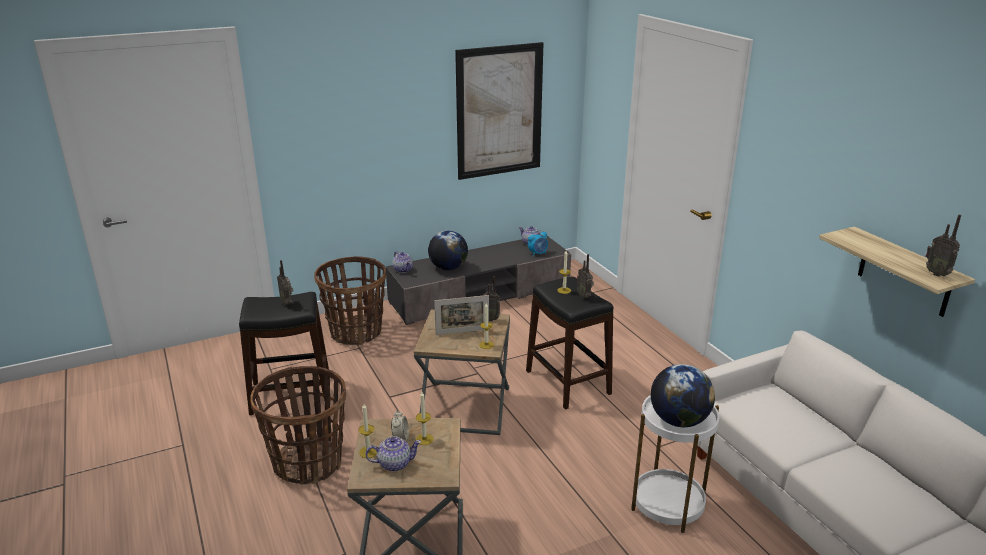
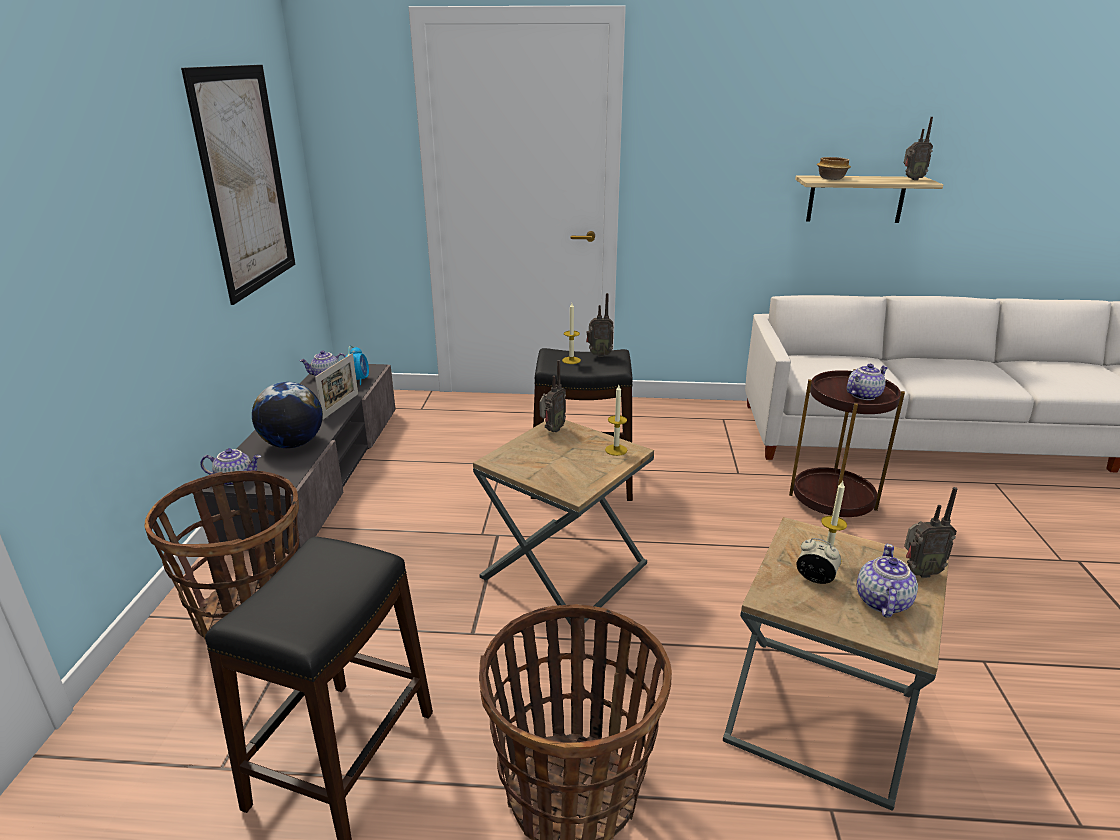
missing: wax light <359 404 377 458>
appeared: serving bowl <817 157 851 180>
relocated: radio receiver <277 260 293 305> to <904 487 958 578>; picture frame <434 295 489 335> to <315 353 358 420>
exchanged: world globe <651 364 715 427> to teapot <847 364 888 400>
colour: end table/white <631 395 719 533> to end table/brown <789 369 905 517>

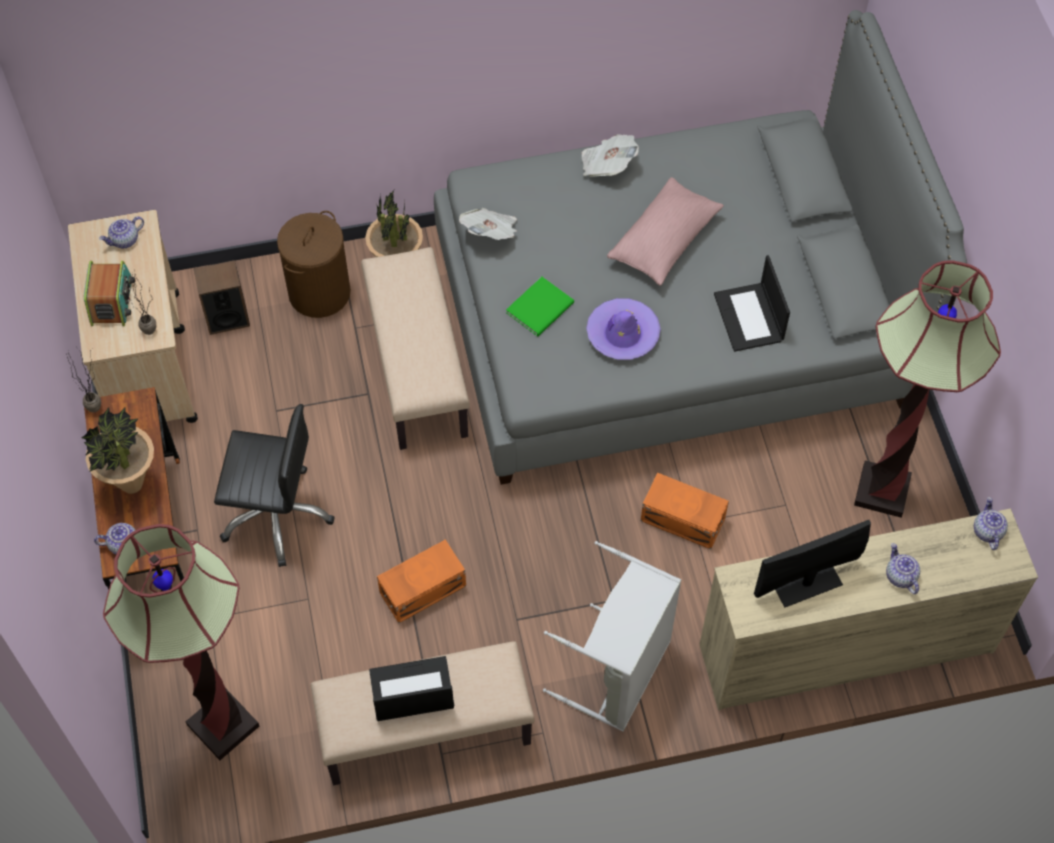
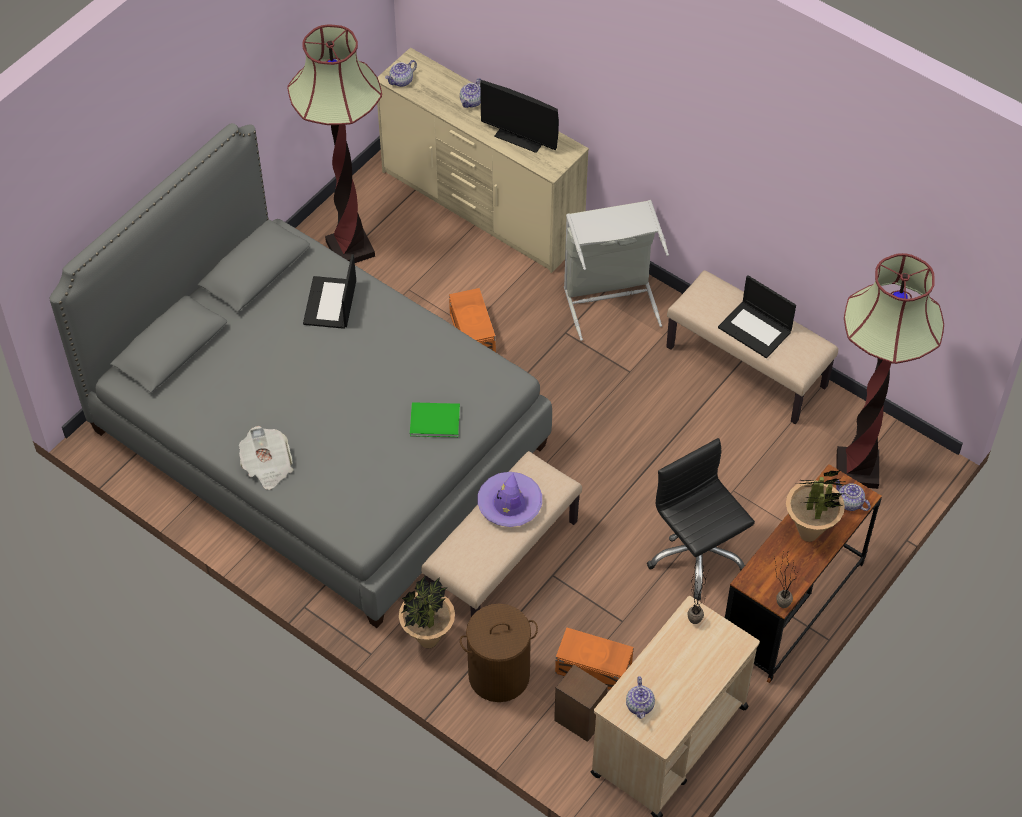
missing: radio receiver <84 261 135 326>; newspaper <459 208 517 240>; throw pillow/pink-coloured <607 177 724 286>
relocated: storage box/orangey <377 540 466 623> to <555 628 634 690>; wearable hat/purplish <586 298 661 360> to <477 472 542 527>
spun: teapot <99 216 144 248> = <626 676 655 719> 75 degrees clockwise; notebook computer <714 255 790 352> = <303 254 356 329> 150 degrees clockwise

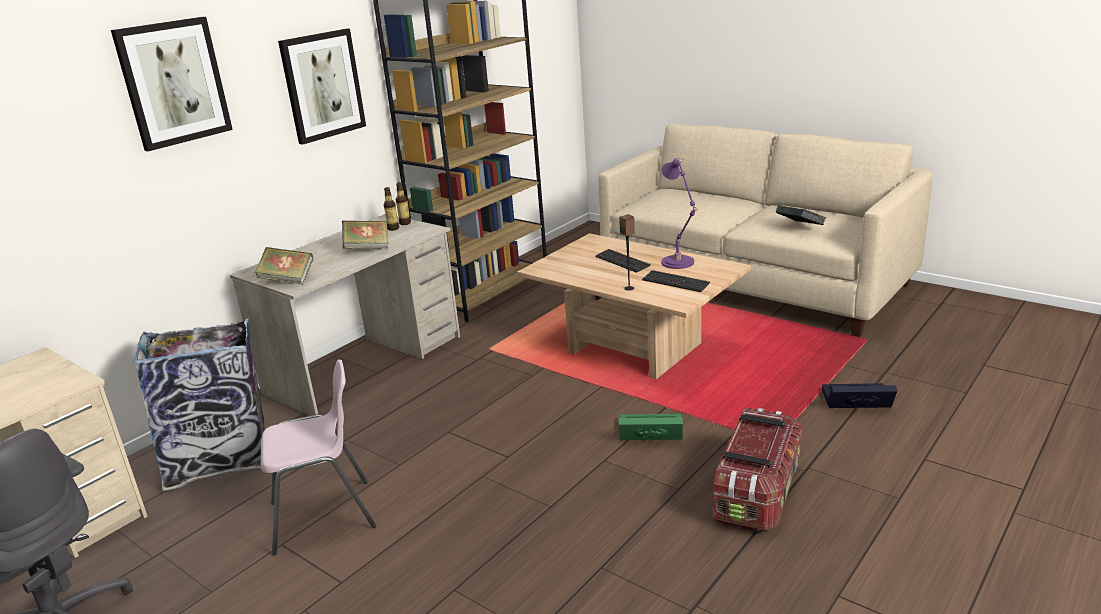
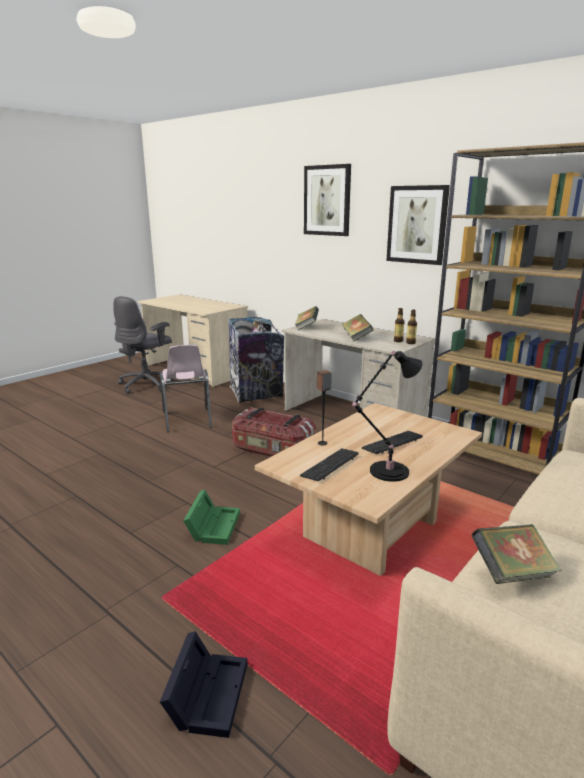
relocated: storage box <714 407 803 531> to <232 407 316 457>
colour: tabletop lamp/purplish <661 158 699 269> to tabletop lamp/black <352 351 422 482>

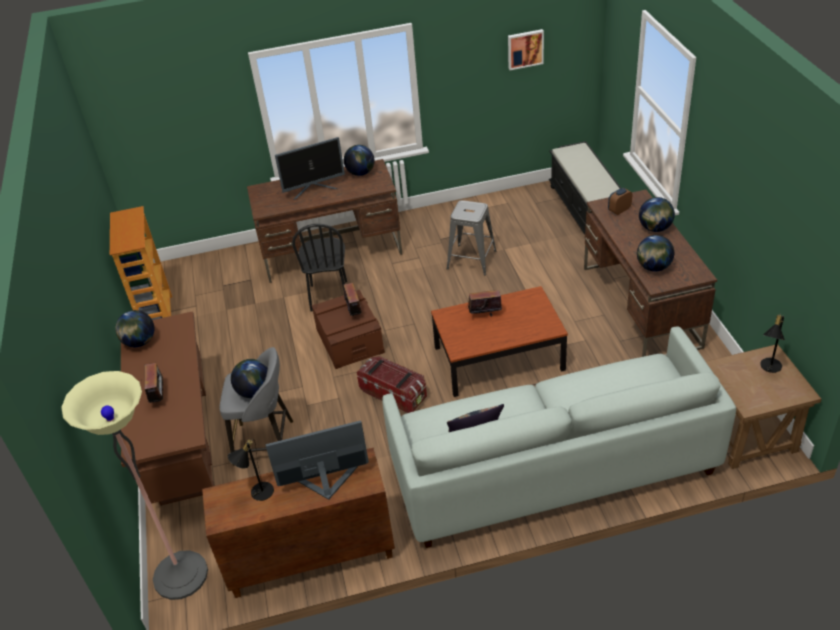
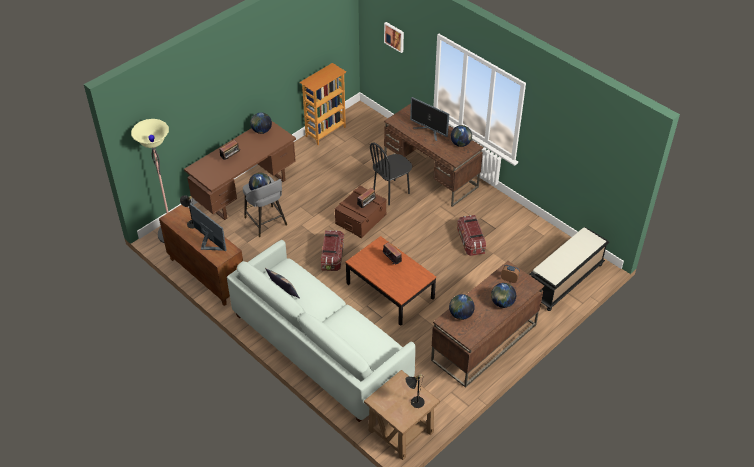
relocated: wall picture <508 29 544 70> to <384 22 404 53>
exchanged: sitting stool/grey <447 200 496 275> to storage box <457 215 486 256>

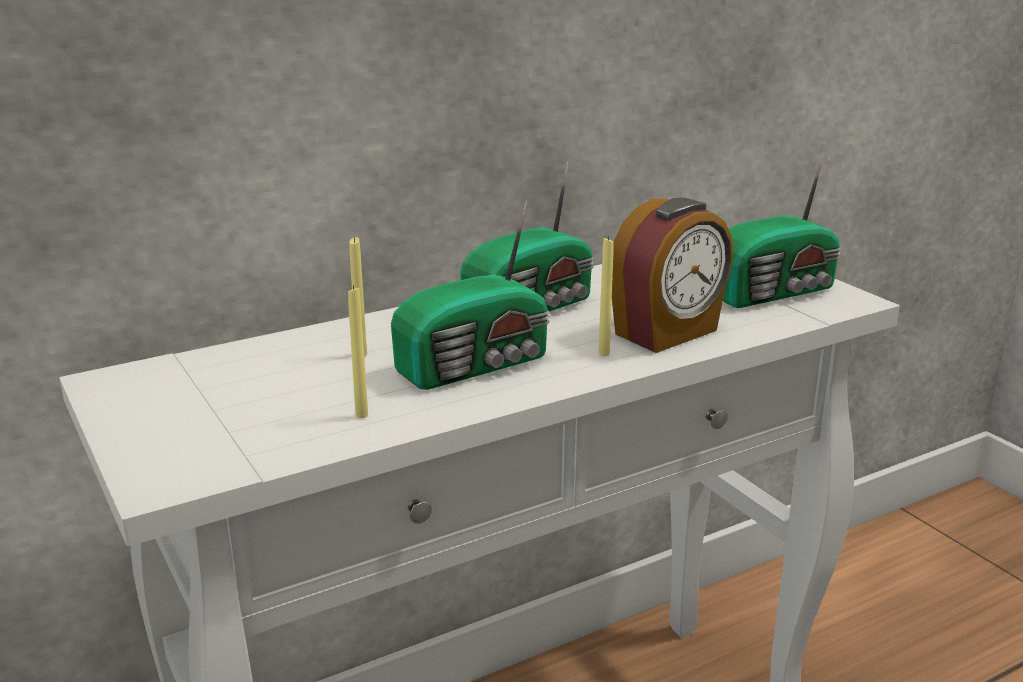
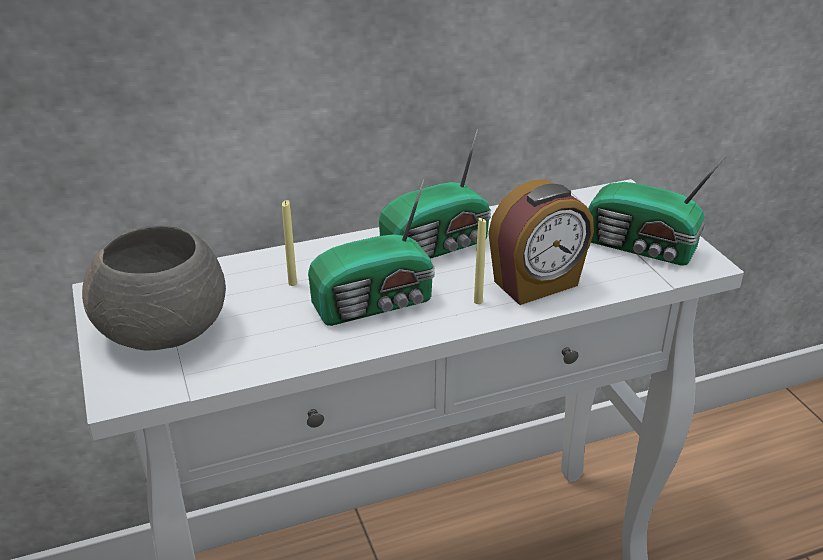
missing: wax light/yellow-coloured <348 285 368 418>
appeared: serving bowl/grey <82 225 226 351>
spun: radio receiver <723 152 841 308> = <588 155 727 266> 45 degrees clockwise

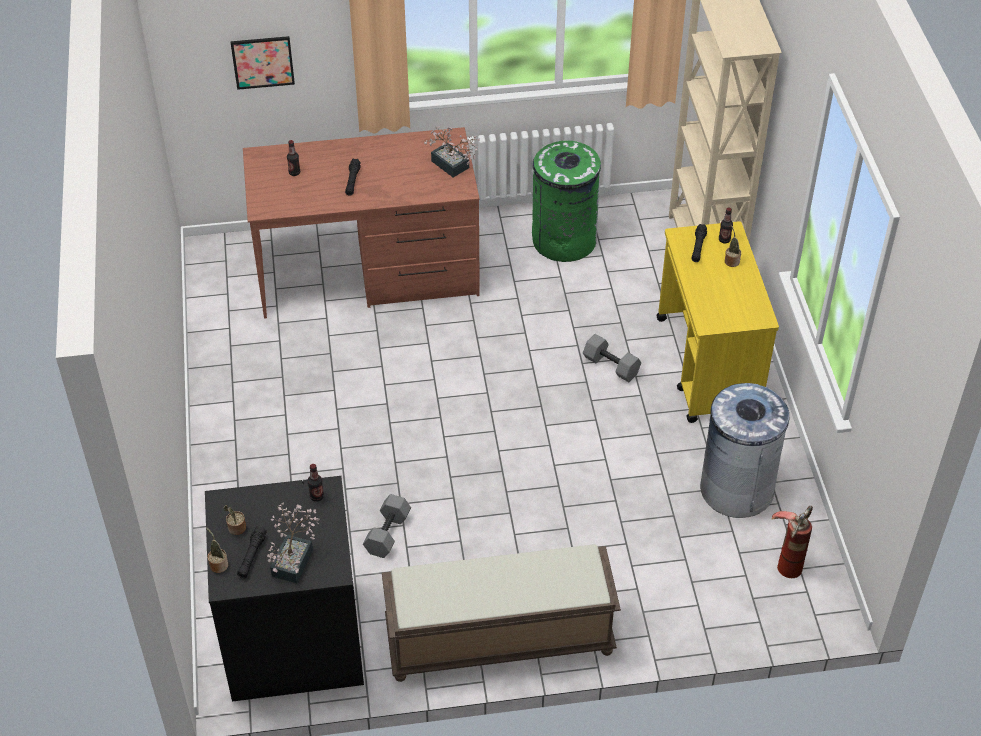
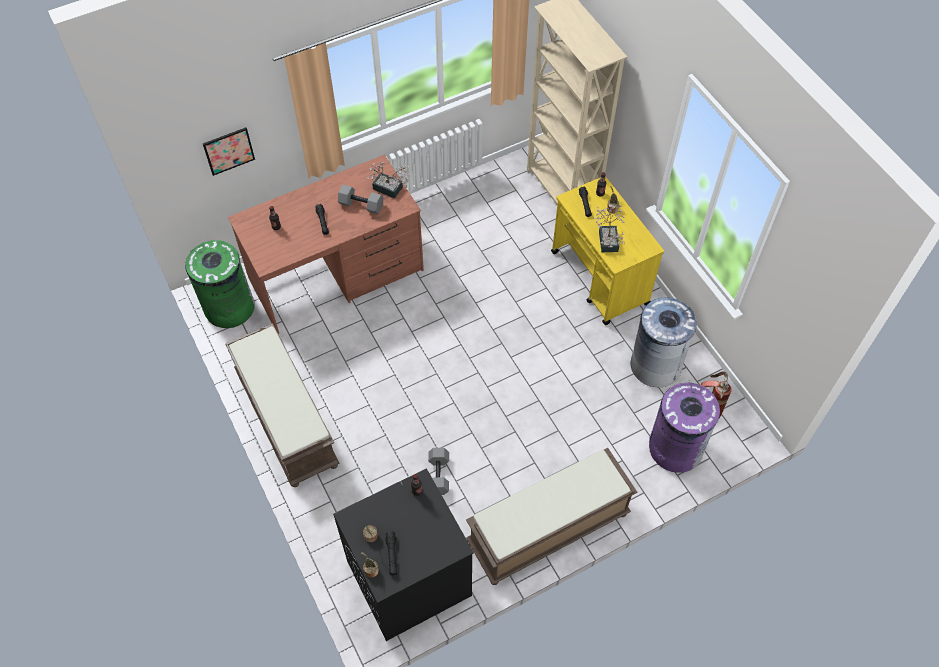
appeared: indoor bench/brown <225 323 339 487>; rubbish bin/purplish <649 383 720 473>
relocated: plant in a pot <267 502 320 583> to <594 205 625 252>; rubbish bin/green <532 141 601 262> to <185 240 255 328>; hand weight/grey <583 334 641 382> to <338 185 383 214>

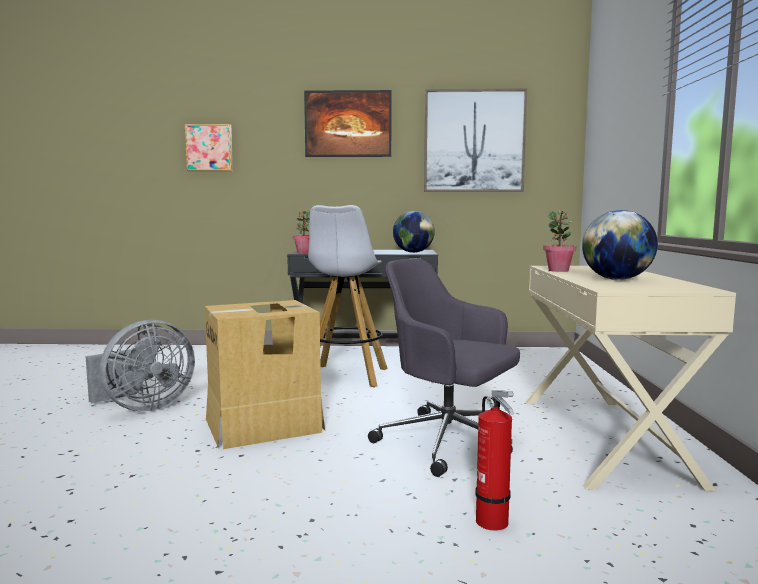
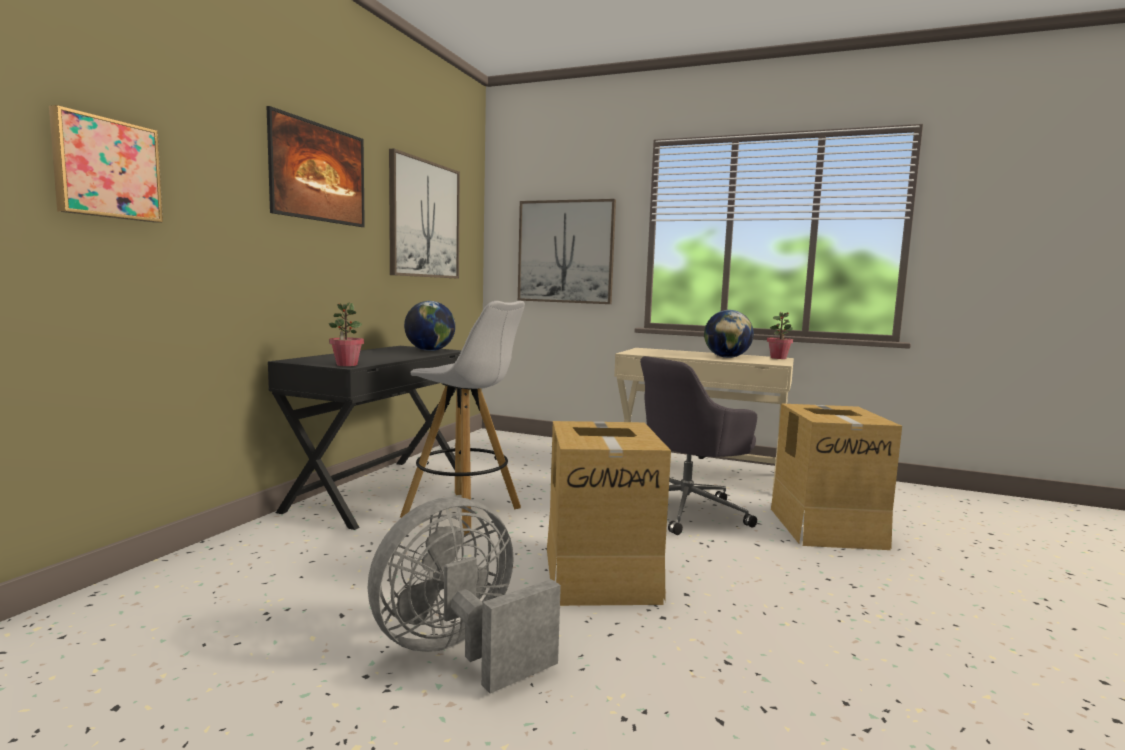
appeared: wall picture <518 199 616 304>
relocated: plant in a pot <543 210 576 272> to <767 311 793 359>
exchanged: extinguisher <475 390 514 531> to packing box <771 403 902 550>
spun: cooling fan/grey <85 320 195 411> = <368 497 561 693> 105 degrees counterclockwise

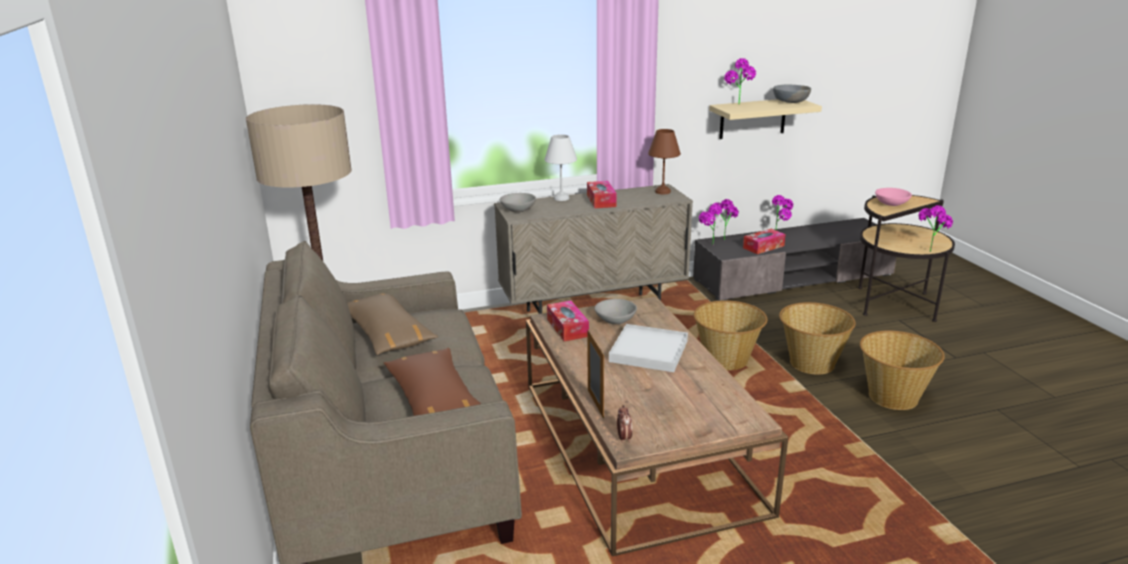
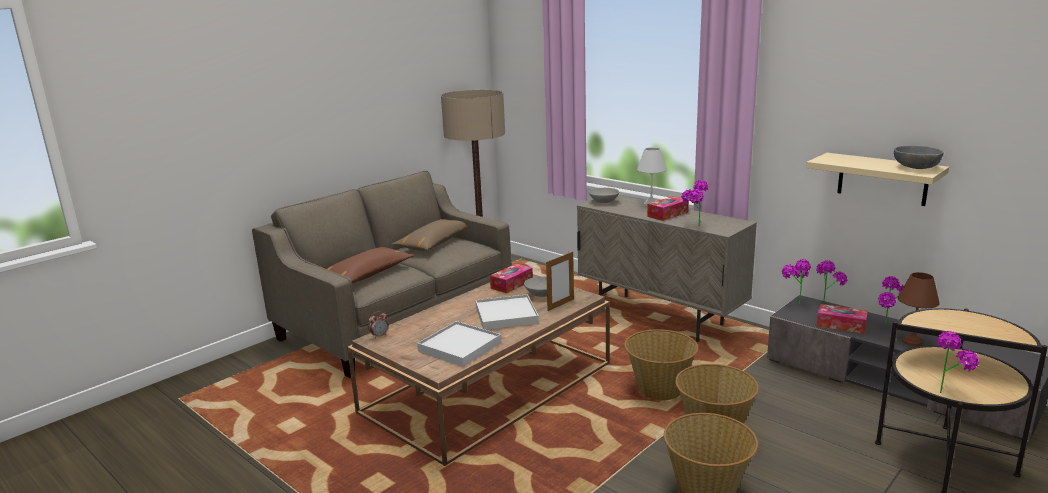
missing: serving bowl/pink-coloured <875 188 912 206>
appeared: carrying tray/white <417 321 501 367>
relocated: picture frame <587 330 604 418> to <546 251 574 311>; tabletop lamp/brown <648 129 681 194> to <898 272 940 346>; plant in a pot <724 58 756 105> to <681 180 708 226>

